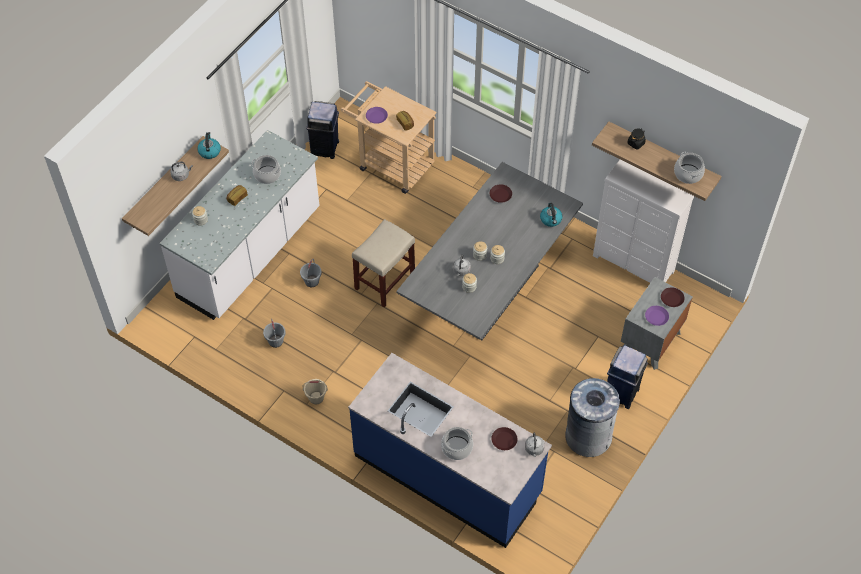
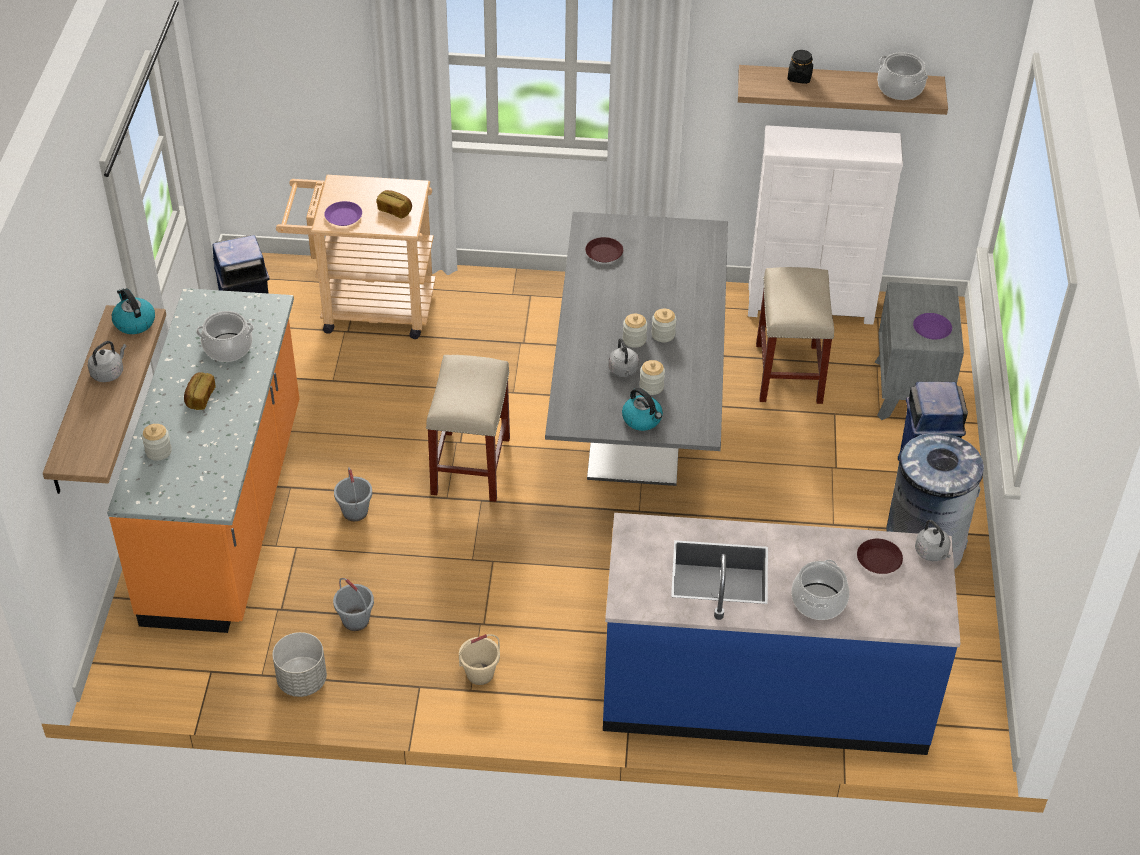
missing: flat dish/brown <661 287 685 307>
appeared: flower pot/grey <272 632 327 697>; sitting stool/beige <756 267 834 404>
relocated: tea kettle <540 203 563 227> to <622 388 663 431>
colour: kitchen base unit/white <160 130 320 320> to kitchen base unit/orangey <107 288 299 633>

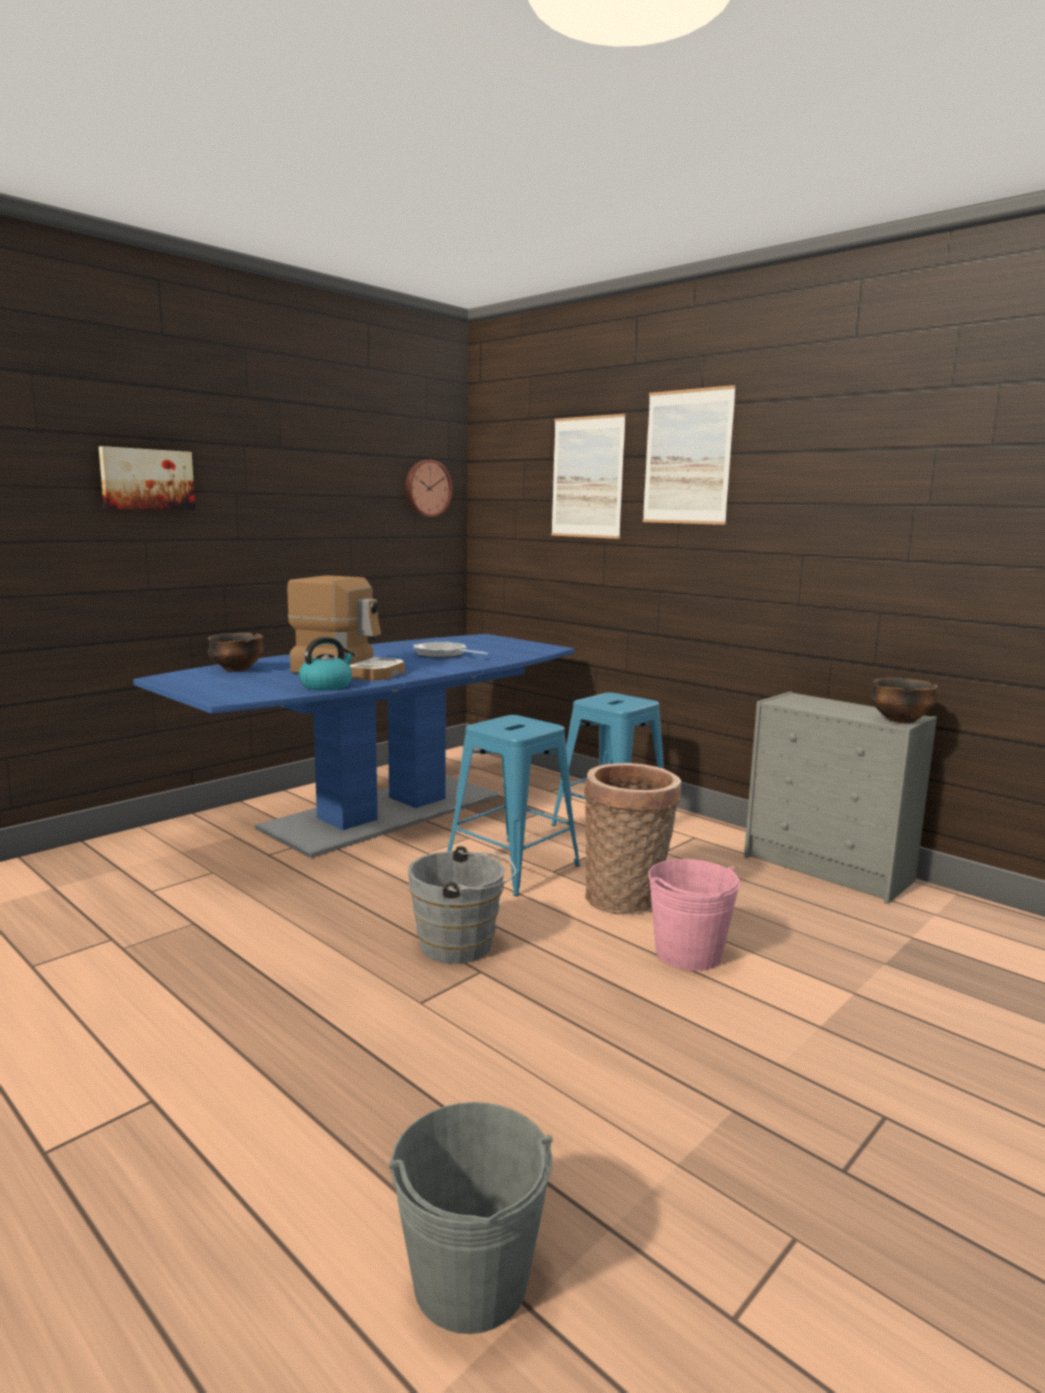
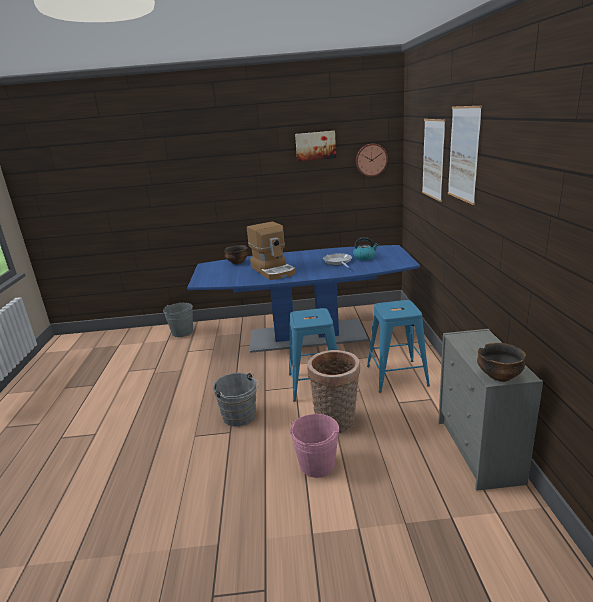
relocated: wall picture <99 446 195 510> to <295 131 336 161>; tea kettle <299 637 355 690> to <353 237 379 261>; water bucket/grey <389 1102 553 1334> to <163 303 193 337>

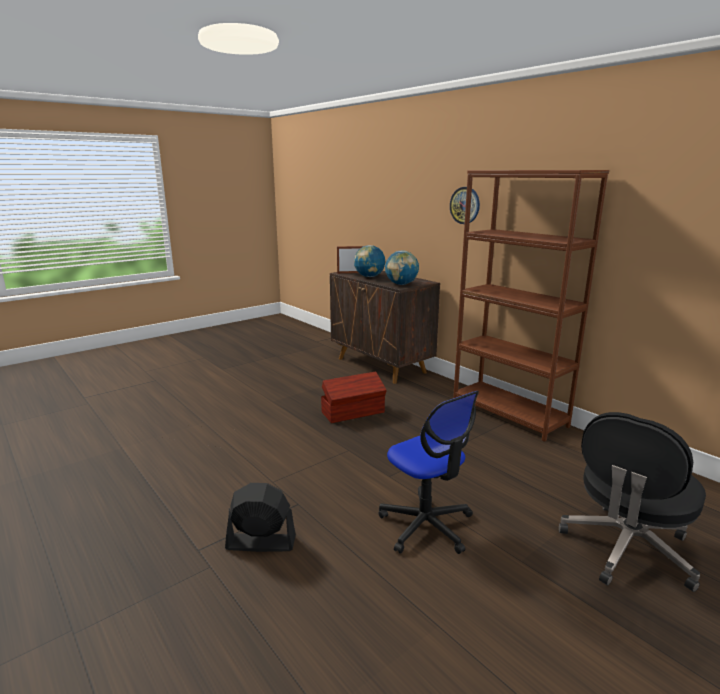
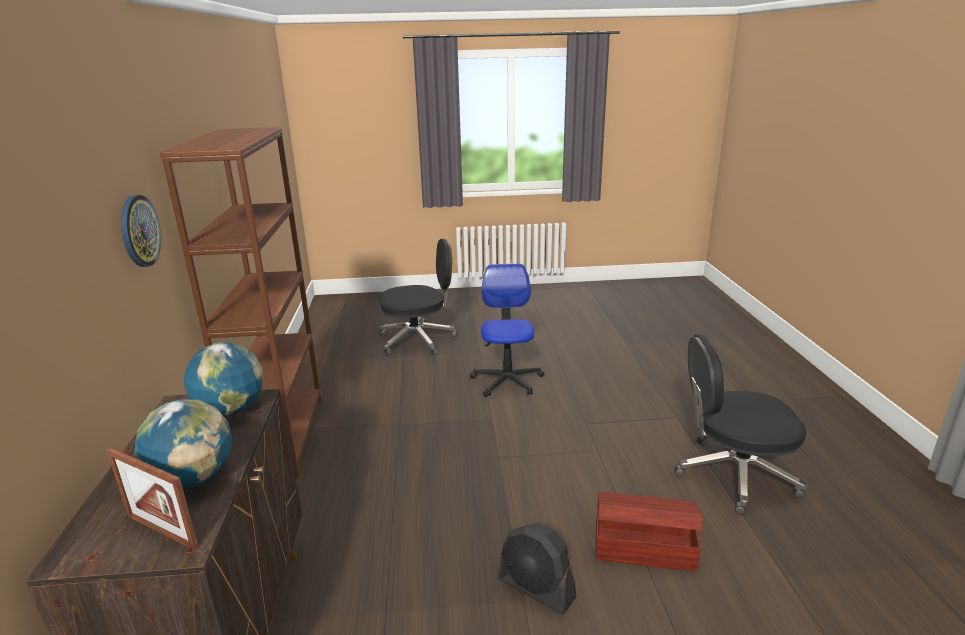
appeared: computer chair/black <675 334 807 514>
relocated: cooling fan/black <225 483 296 552> to <498 523 576 615>; storage box/brown <321 372 387 423> to <596 492 703 572>

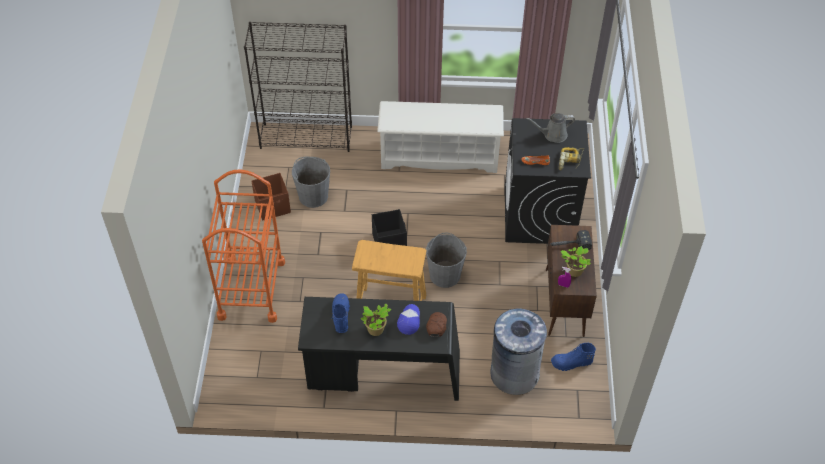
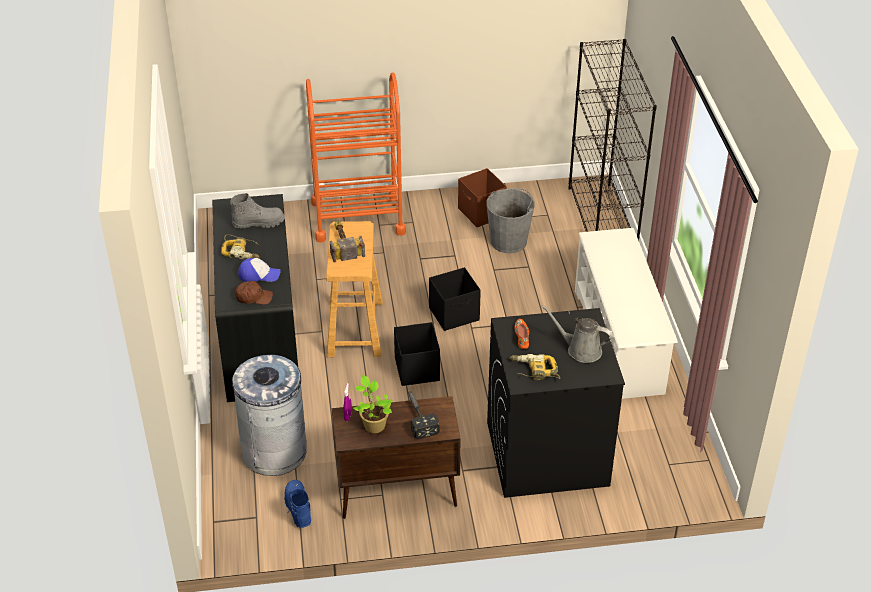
appeared: hammer <330 221 365 262>
exchanged: plant in a pot <361 304 391 336> to drill <221 234 259 259>; water bucket/grey <426 232 467 288> to storage box/black <394 322 440 386>
colour: tall boot/blue <332 293 350 333> to tall boot/grey <230 193 285 229>
spun: sprinkling can/grey <526 113 575 143> = <542 305 613 363> 45 degrees counterclockwise

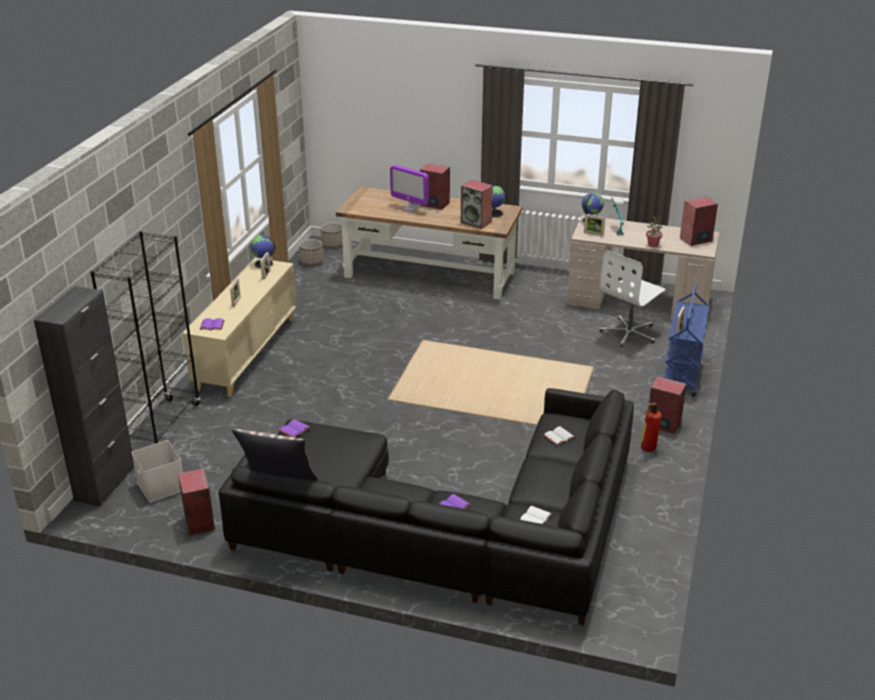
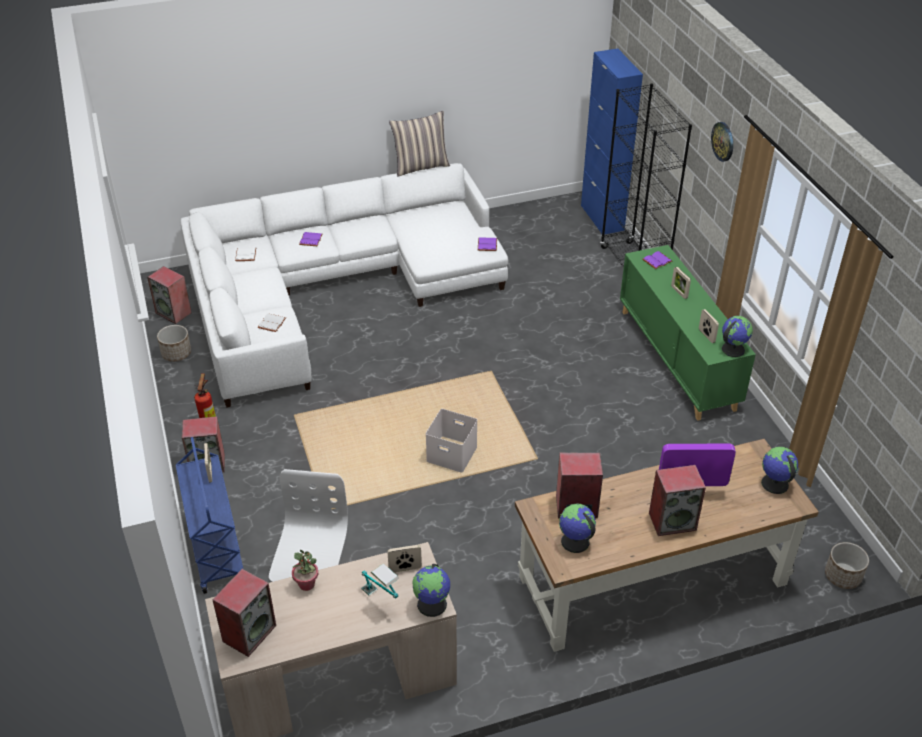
appeared: clock on the wall <711 122 733 162>; world globe <761 447 798 494>
relocated: storage box/white <132 440 183 503> to <426 409 477 473>; audio speaker <178 468 215 536> to <147 266 192 324>; flower pot <299 239 323 265> to <157 325 191 362>
colour: cabinet/black <34 286 134 507> to cabinet/blue <581 48 643 235>; cabinet/beige <183 258 297 397> to cabinet/green <620 245 756 421>; sofa/black <219 388 634 626> to sofa/white <181 163 508 408>

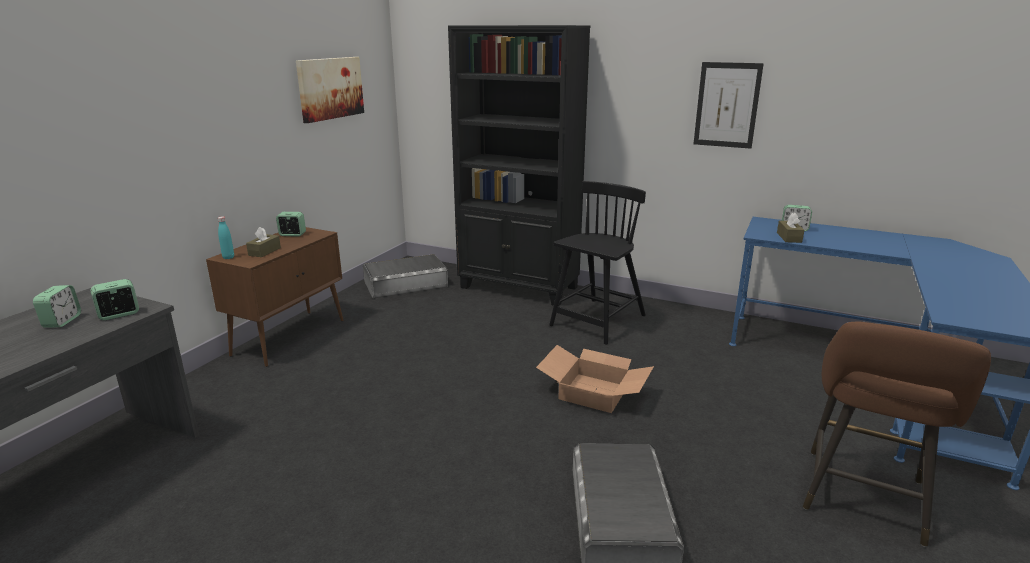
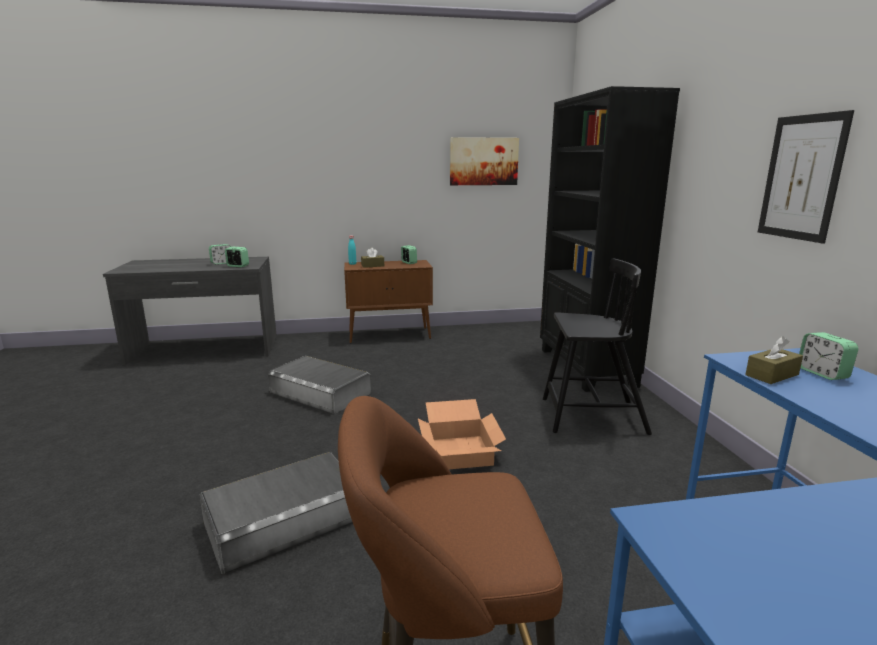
relocated: storage box/grey <363 254 448 298> to <268 356 371 414>

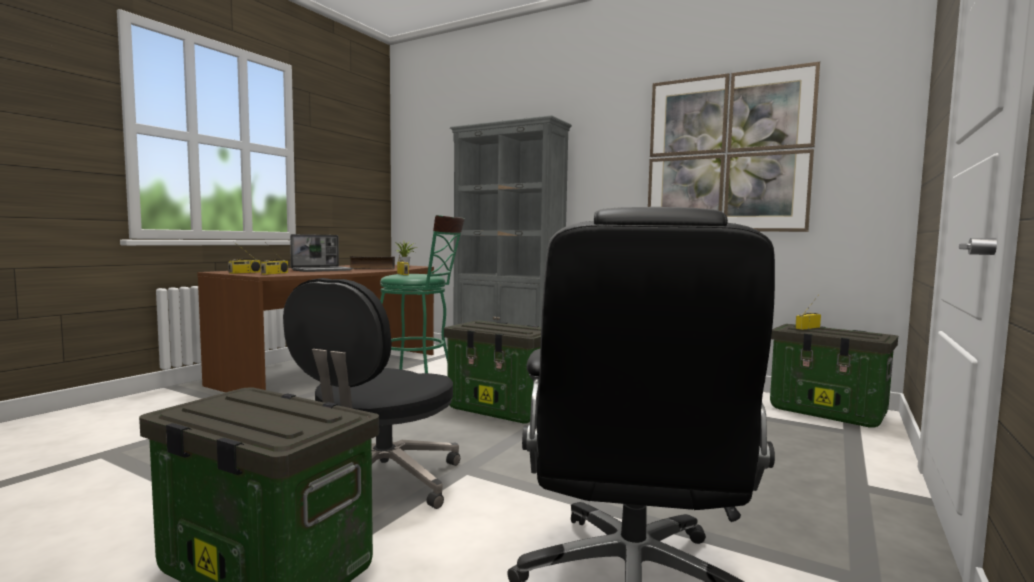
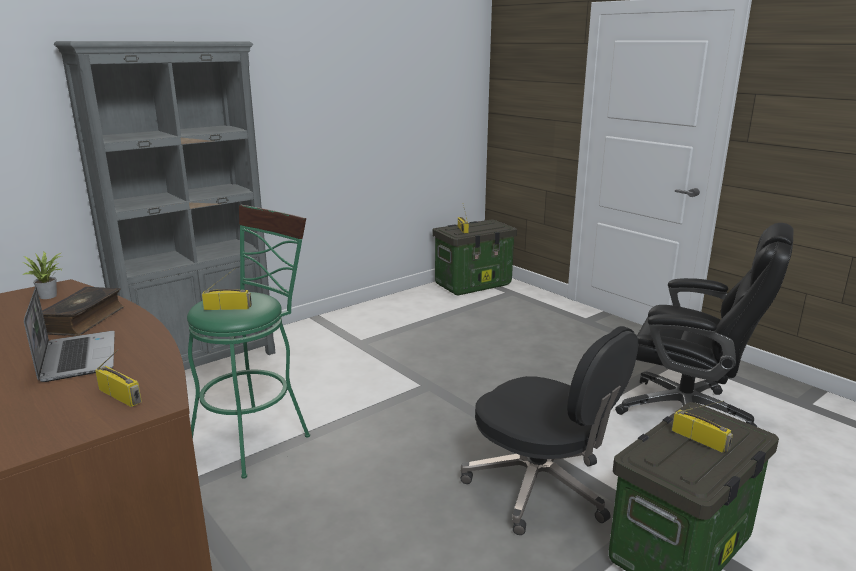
missing: storage box <444 321 541 424>; wall picture <648 62 820 232>
relocated: radio receiver <228 241 261 274> to <672 401 733 453>

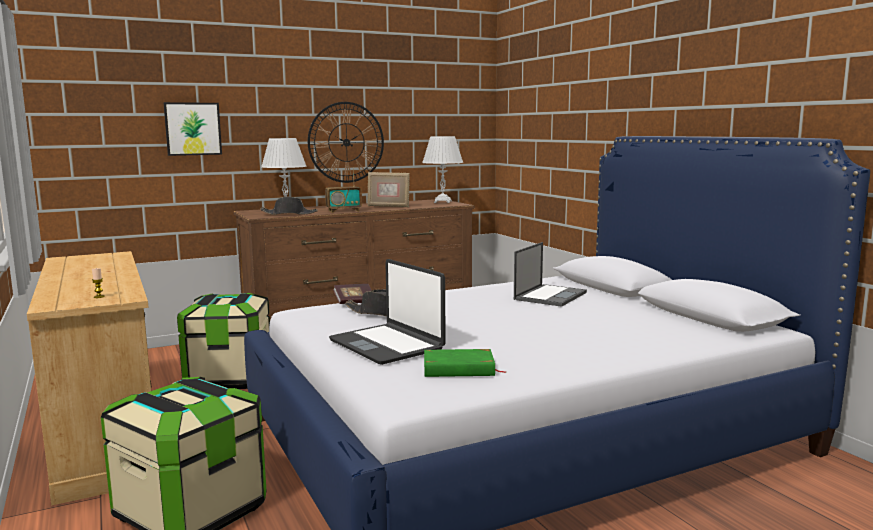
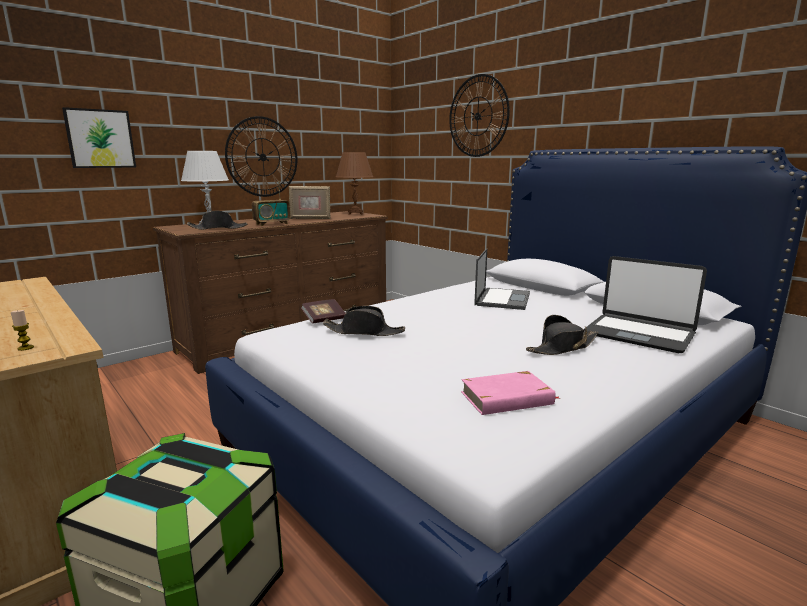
missing: storage box <177 293 270 389>
appeared: clock on the wall <449 74 510 157>; wearable hat/black <526 315 599 355>
relocated: notebook computer <329 259 446 365> to <586 256 707 353>
colour: tabletop lamp/white <422 136 463 203> to tabletop lamp/brown <336 152 373 215>; book/green <424 349 507 377> to book/pink-coloured <461 371 559 415>

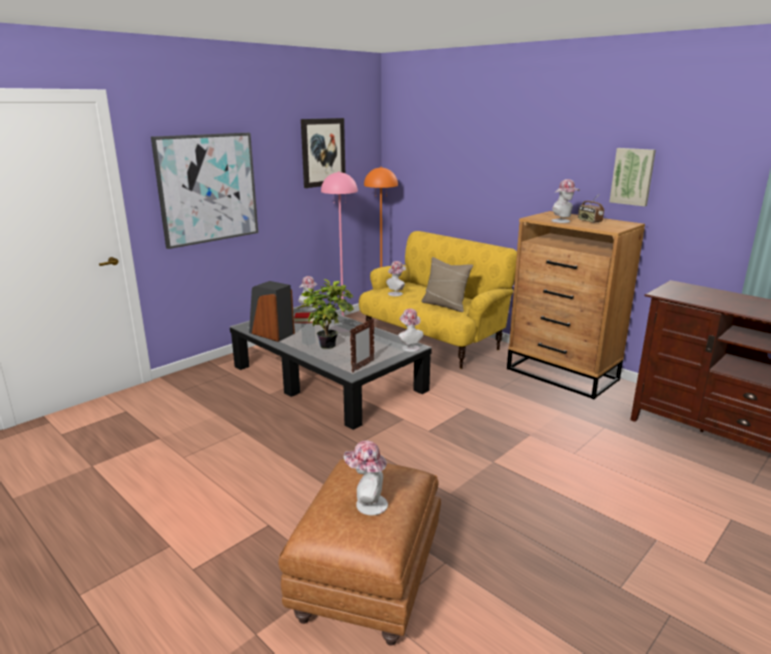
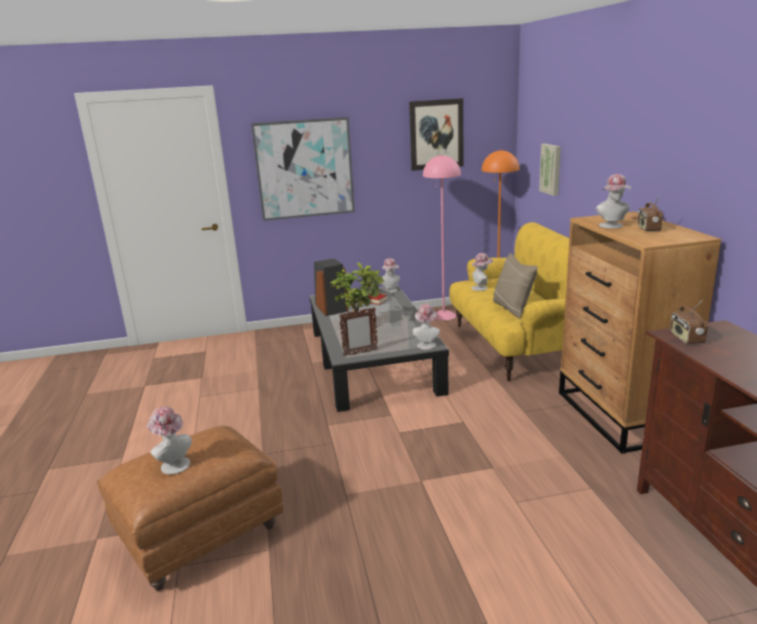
appeared: radio receiver <670 300 708 344>
relocated: wall picture <609 148 656 206> to <539 144 561 196>

